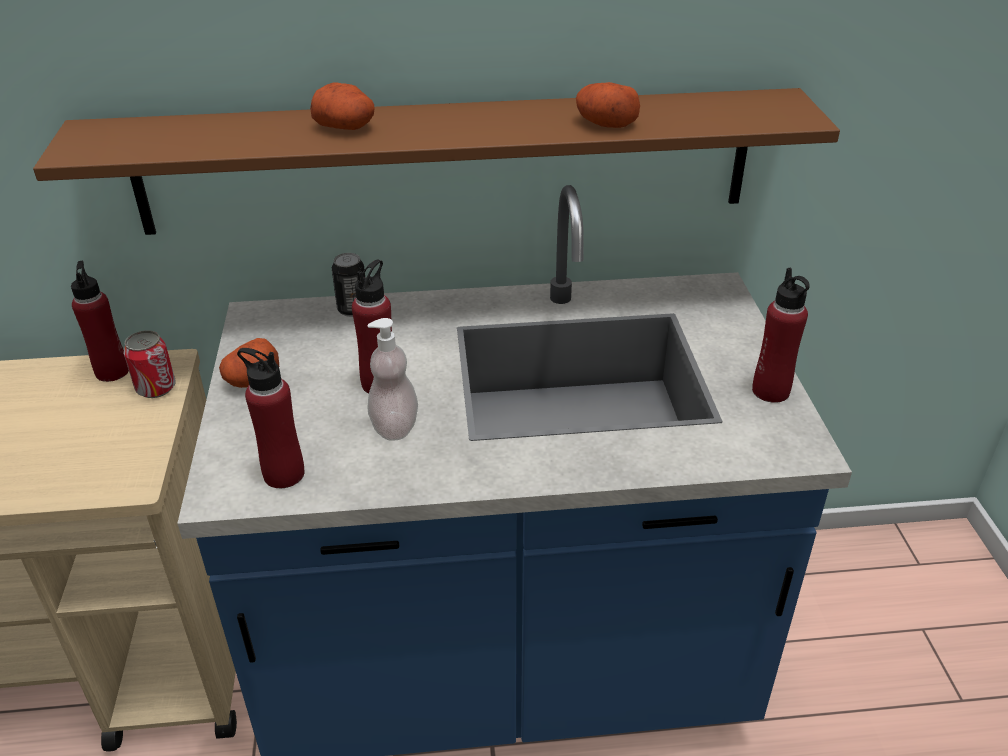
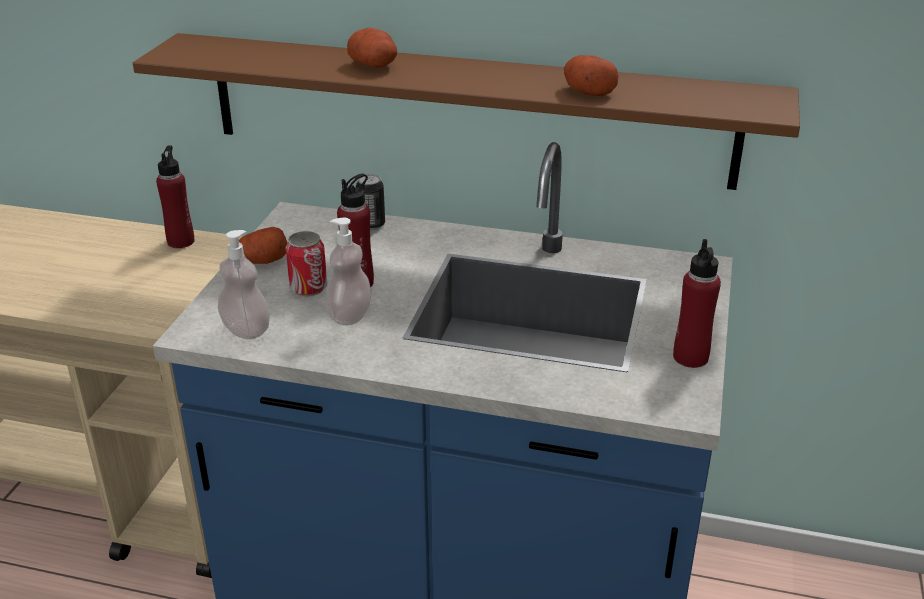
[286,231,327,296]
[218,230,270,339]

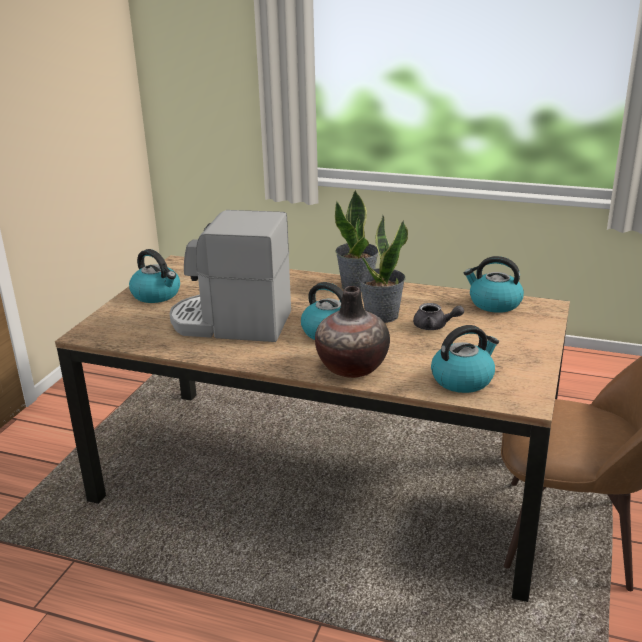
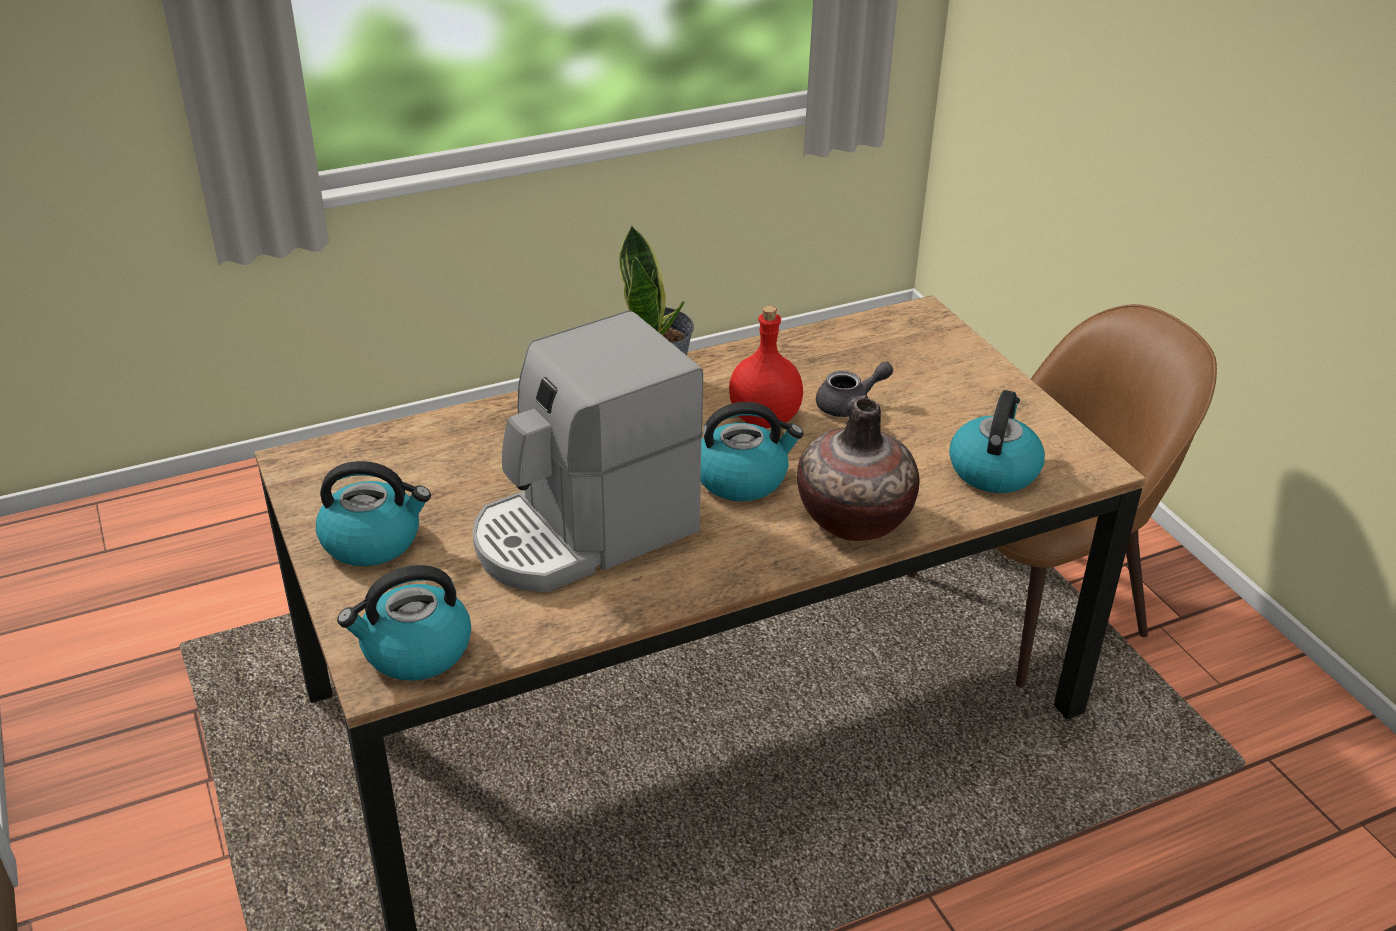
[729,306,803,428]
[337,565,471,681]

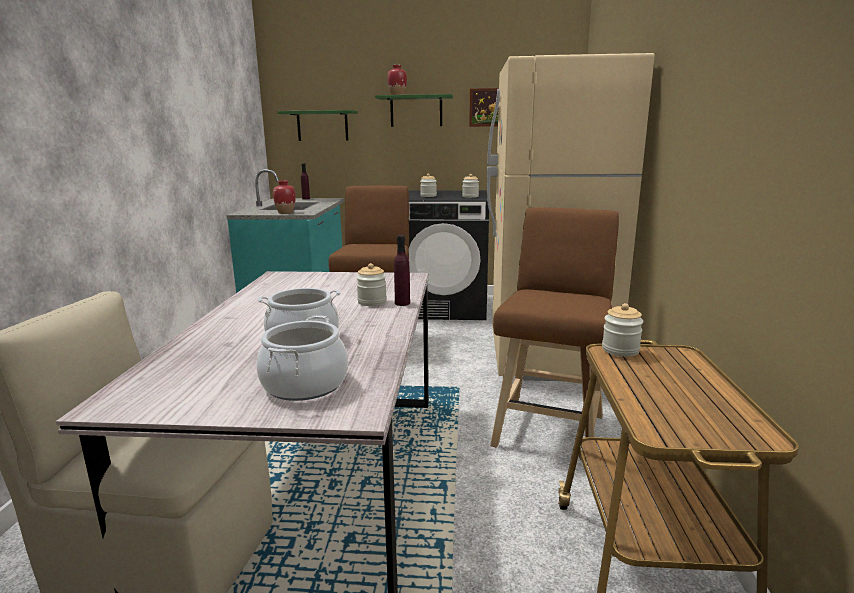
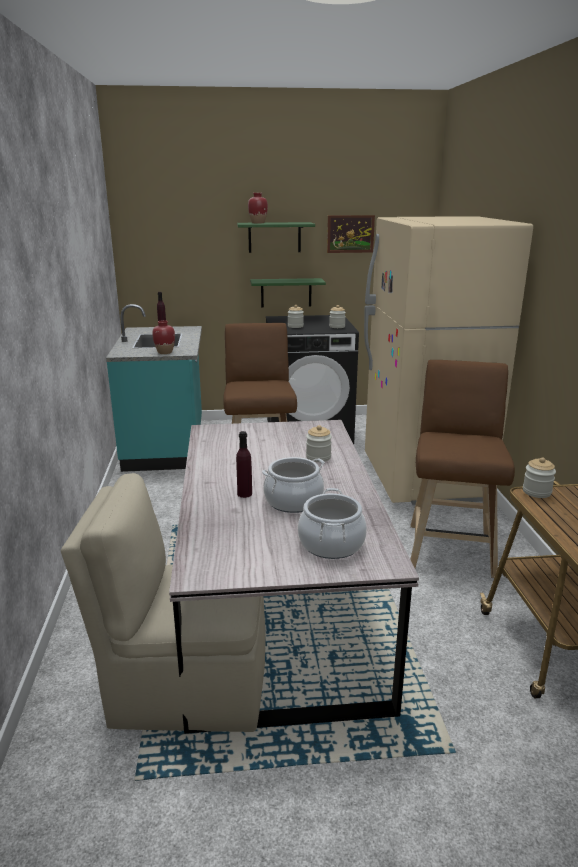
[250,278,326,307]
[236,431,252,498]

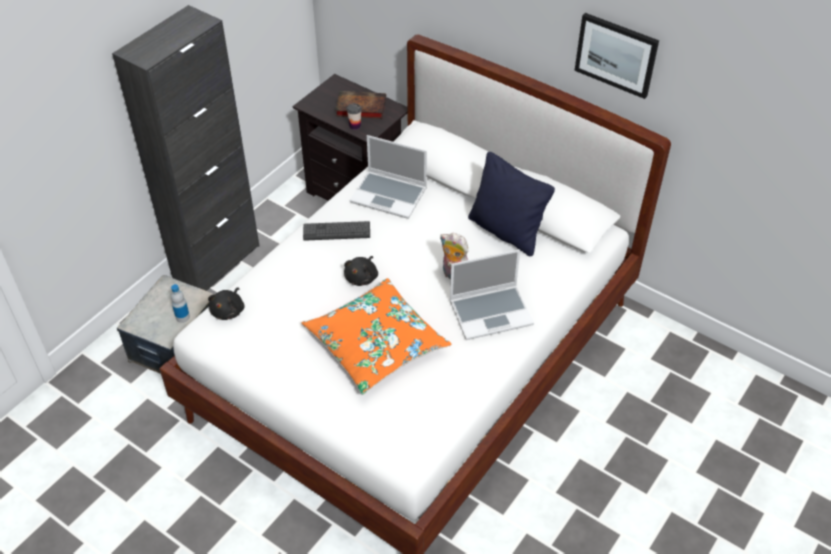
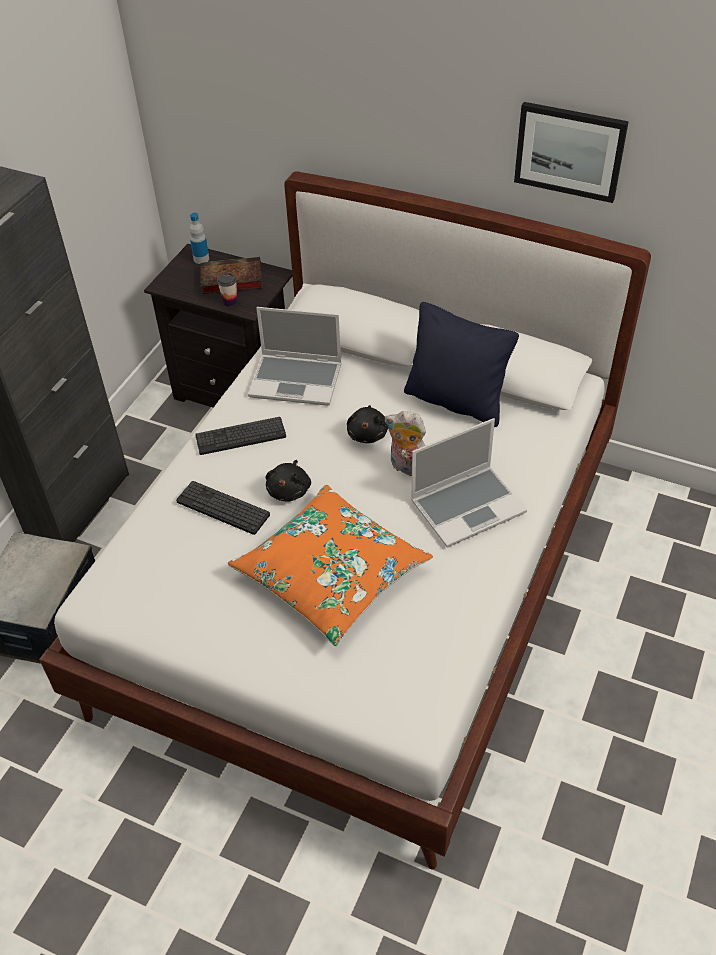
[189,213,209,264]
[347,405,388,443]
[176,481,270,535]

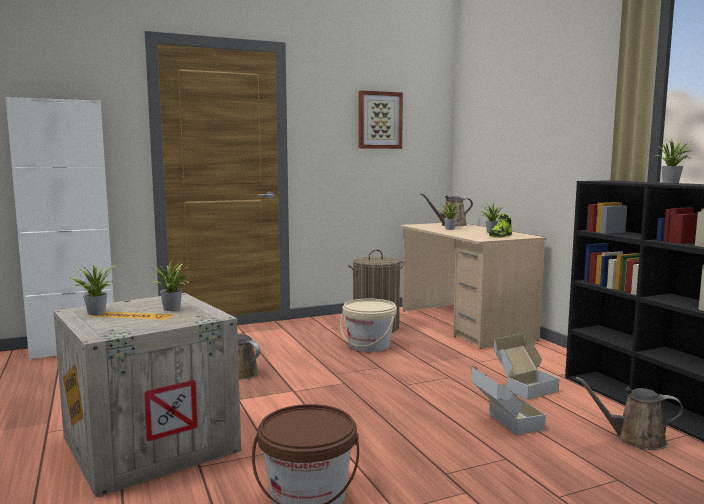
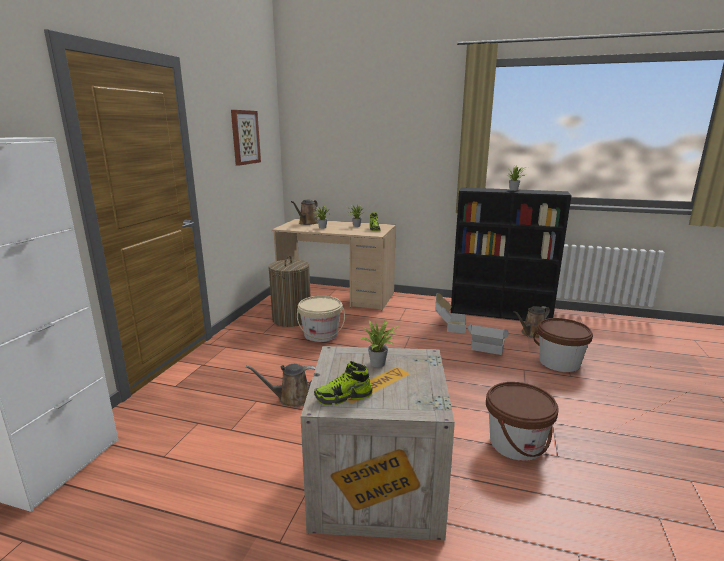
[314,361,373,406]
[533,318,593,372]

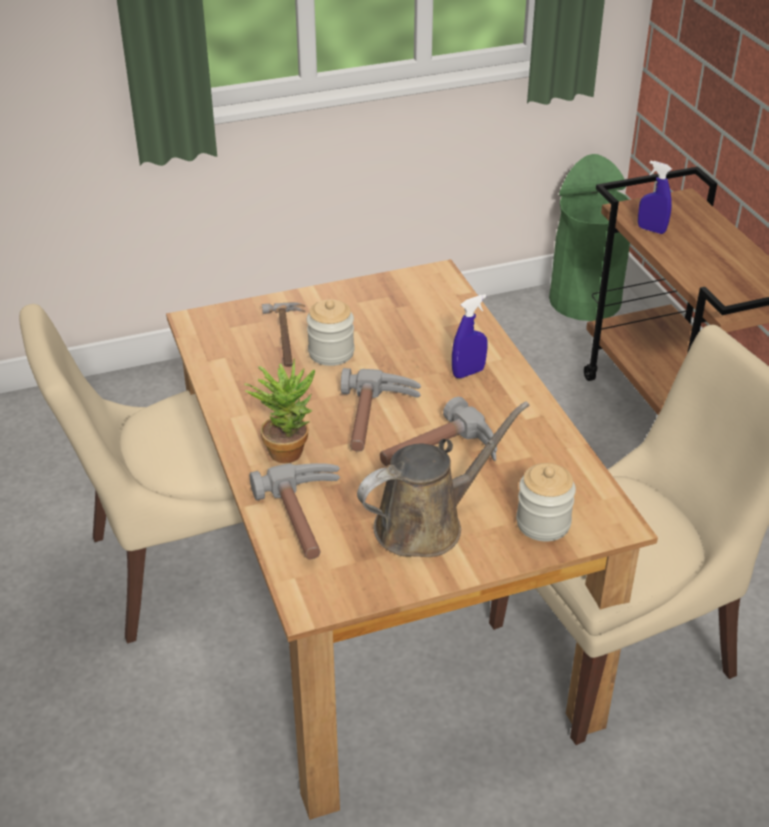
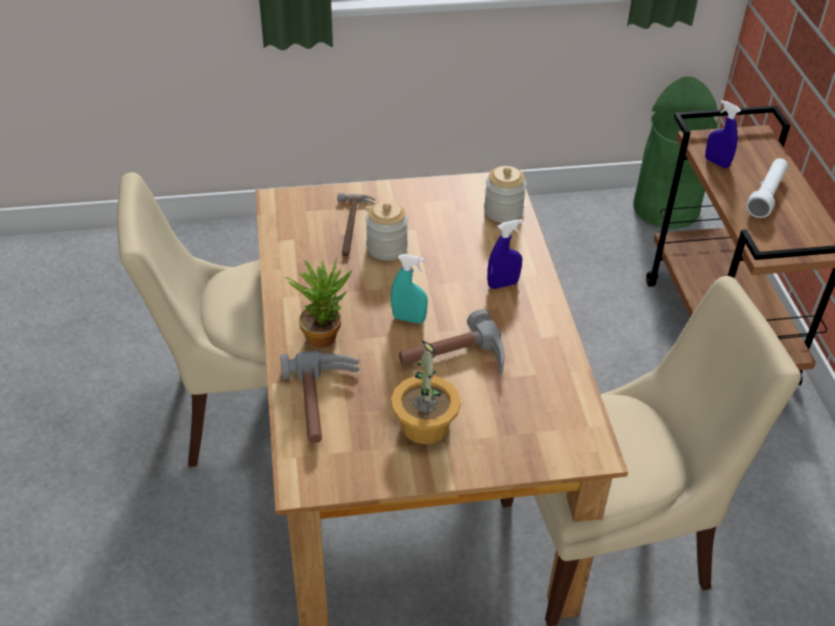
[391,254,428,323]
[391,340,461,444]
[484,166,526,223]
[746,158,788,218]

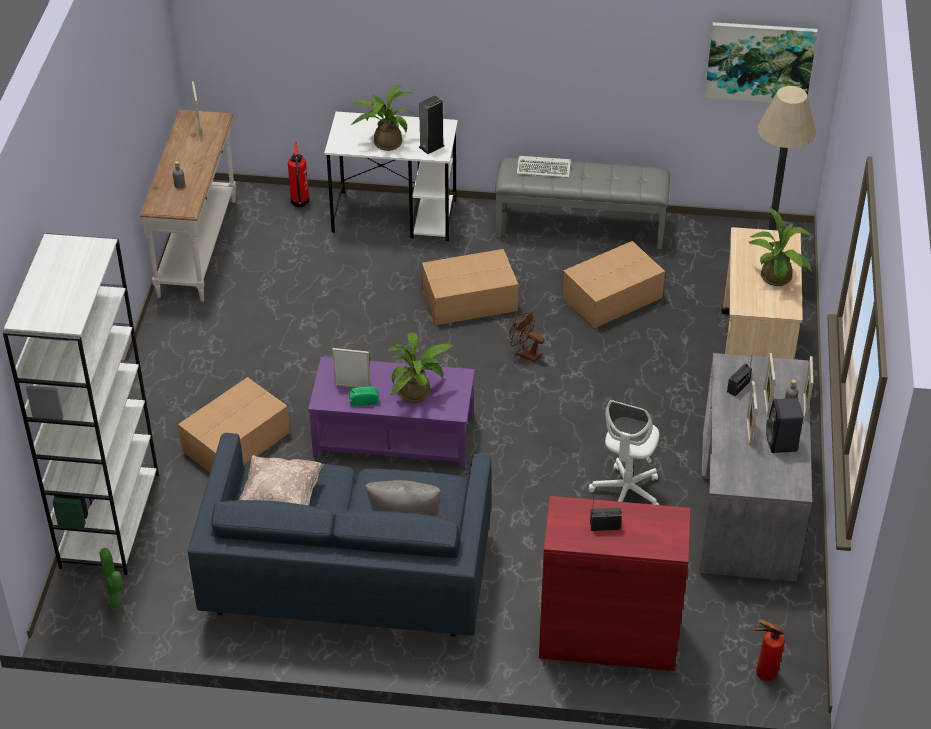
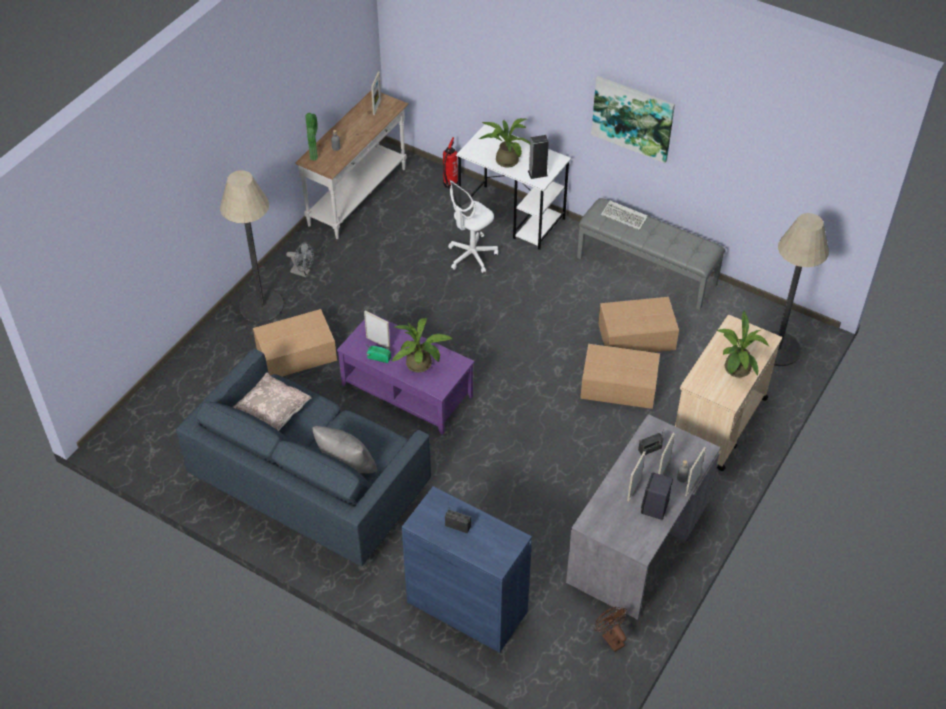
[3,233,159,575] (first image)
[306,113,318,161]
[580,344,660,409]
[595,607,627,652]
[402,486,532,653]
[448,180,498,273]
[591,76,675,163]
[755,619,785,681] (first image)
[220,170,284,323]
[286,242,314,277]

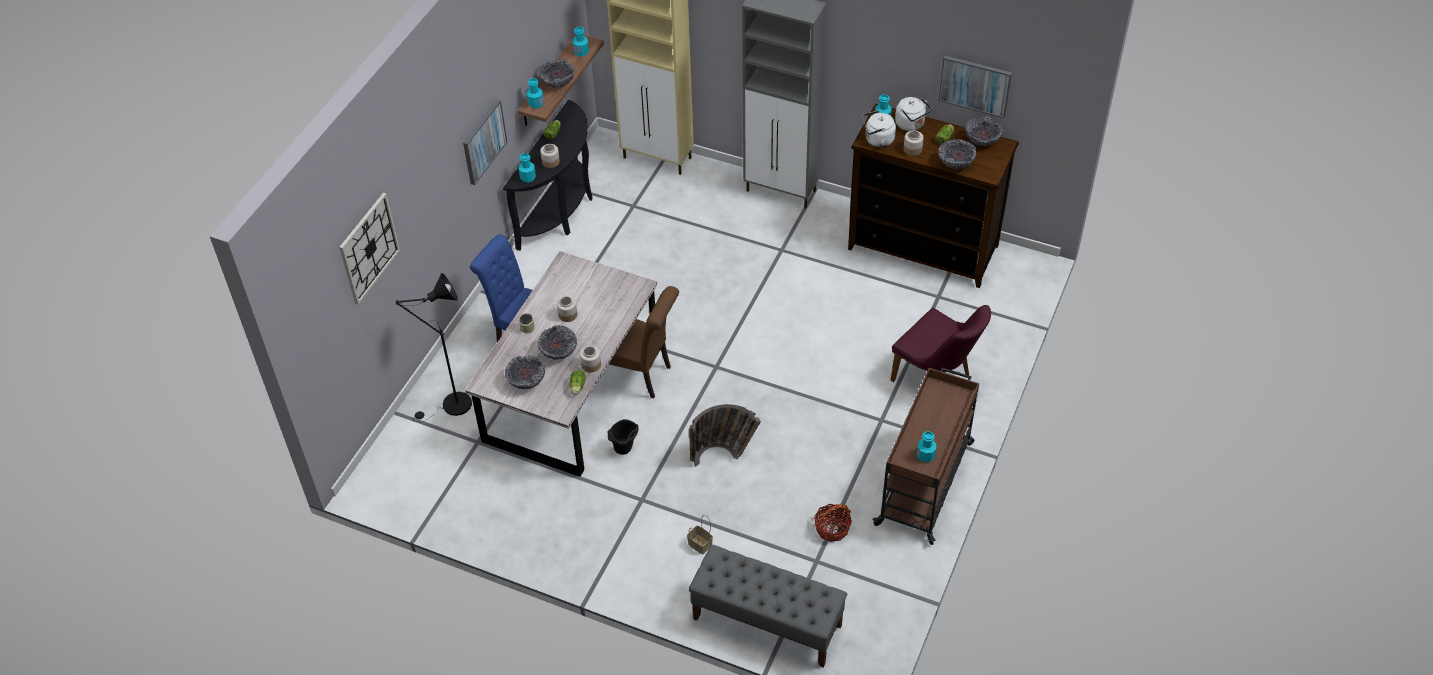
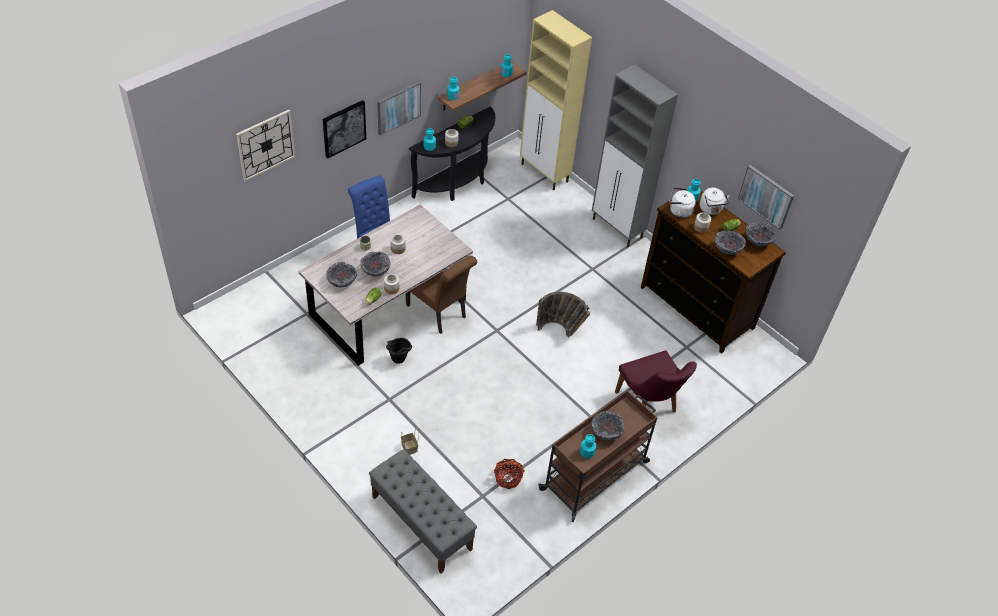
[395,273,472,422] (first image)
[591,411,625,440]
[536,292,590,337]
[323,100,366,158]

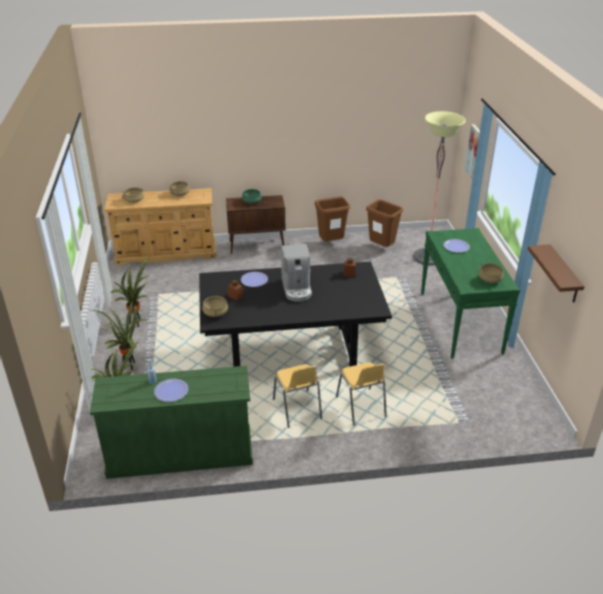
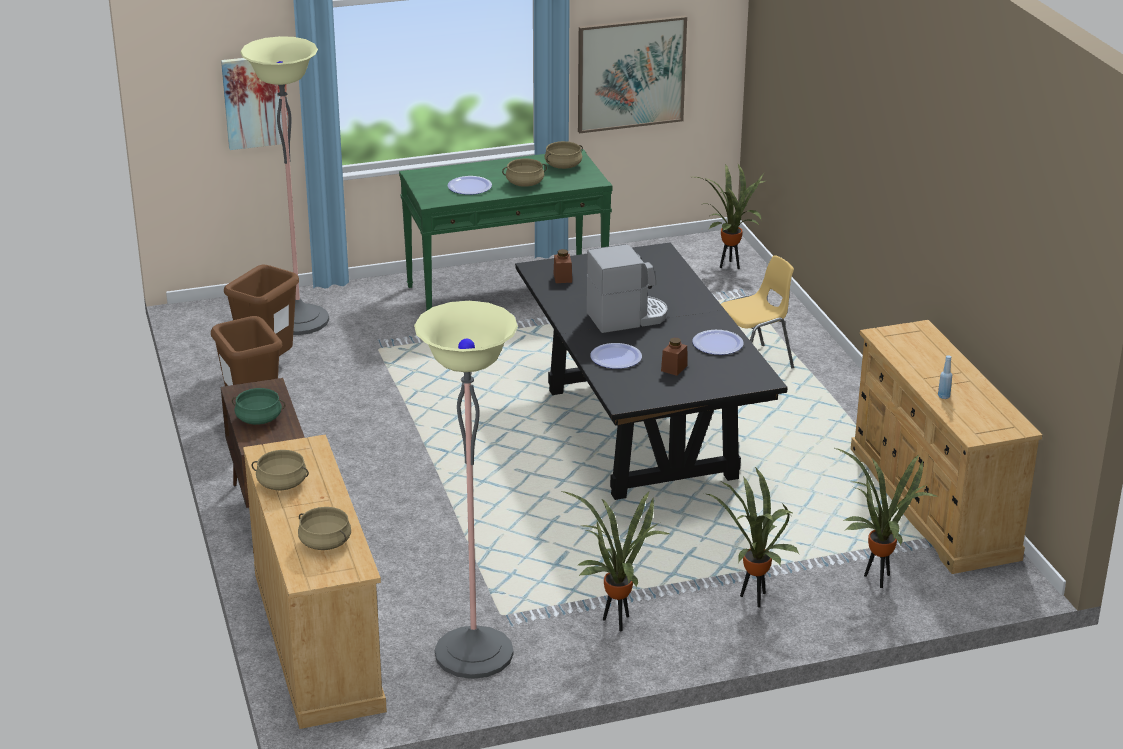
[851,320,1042,574]
[693,330,743,355]
[502,158,547,187]
[273,364,322,428] (first image)
[578,15,687,134]
[414,301,518,679]
[696,164,765,269]

